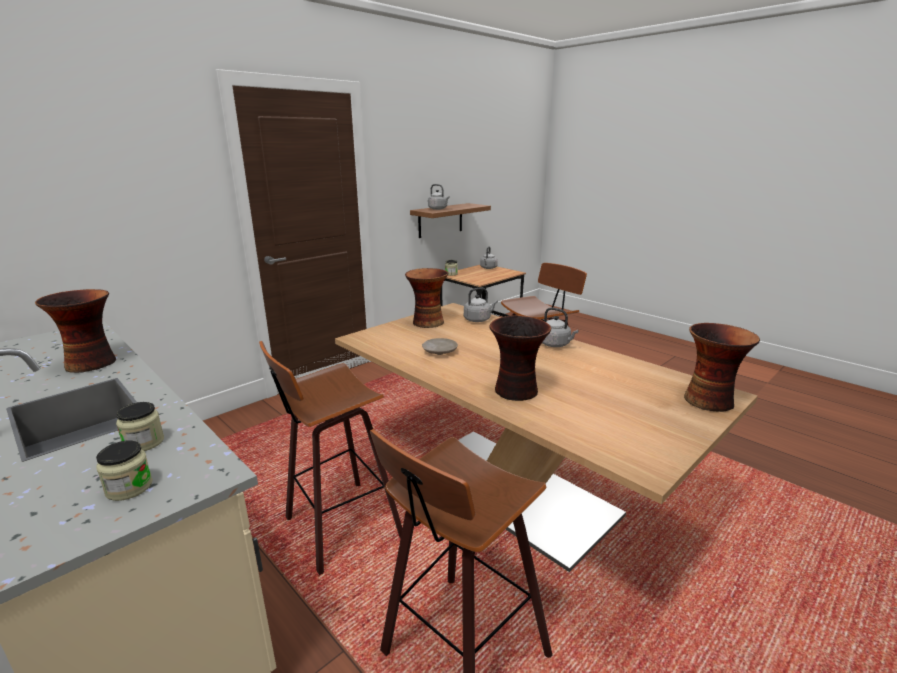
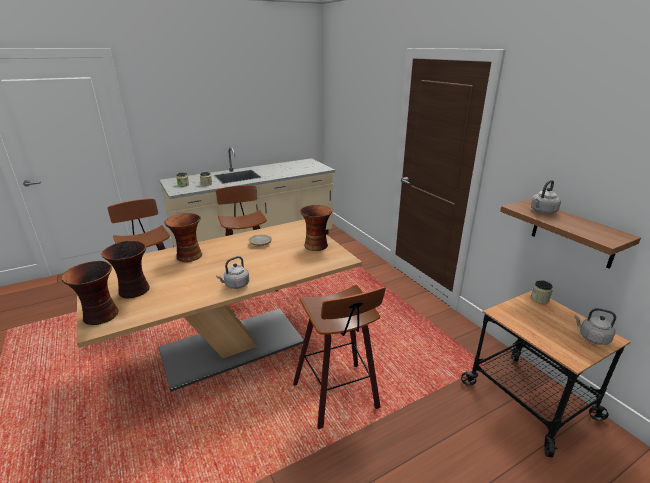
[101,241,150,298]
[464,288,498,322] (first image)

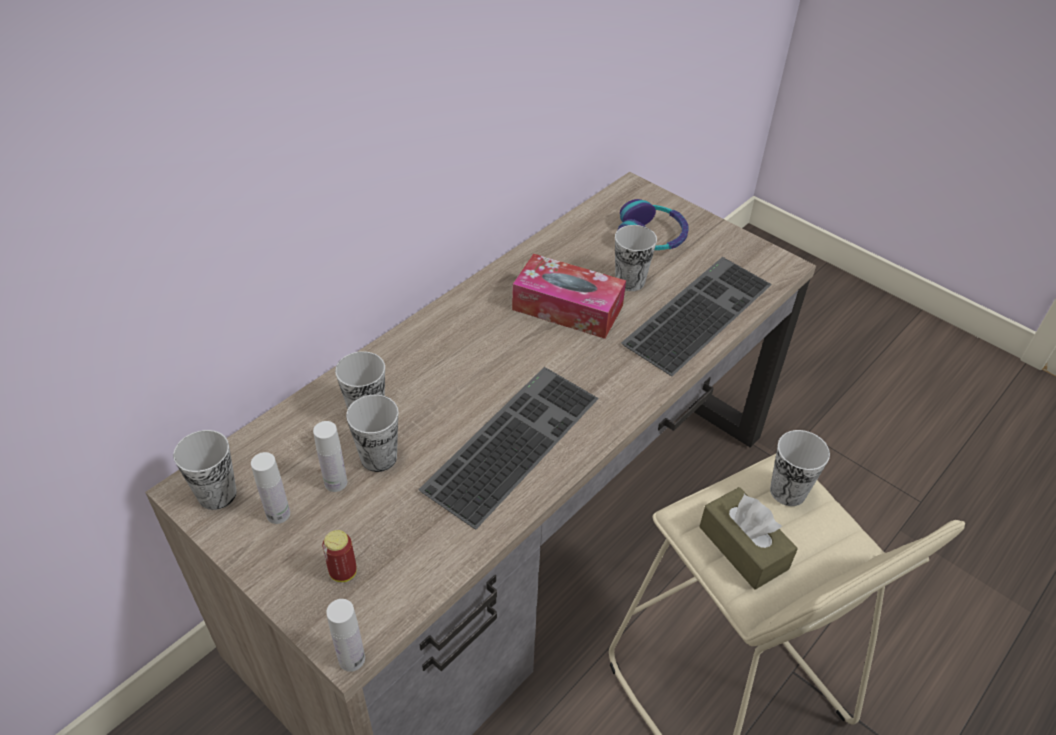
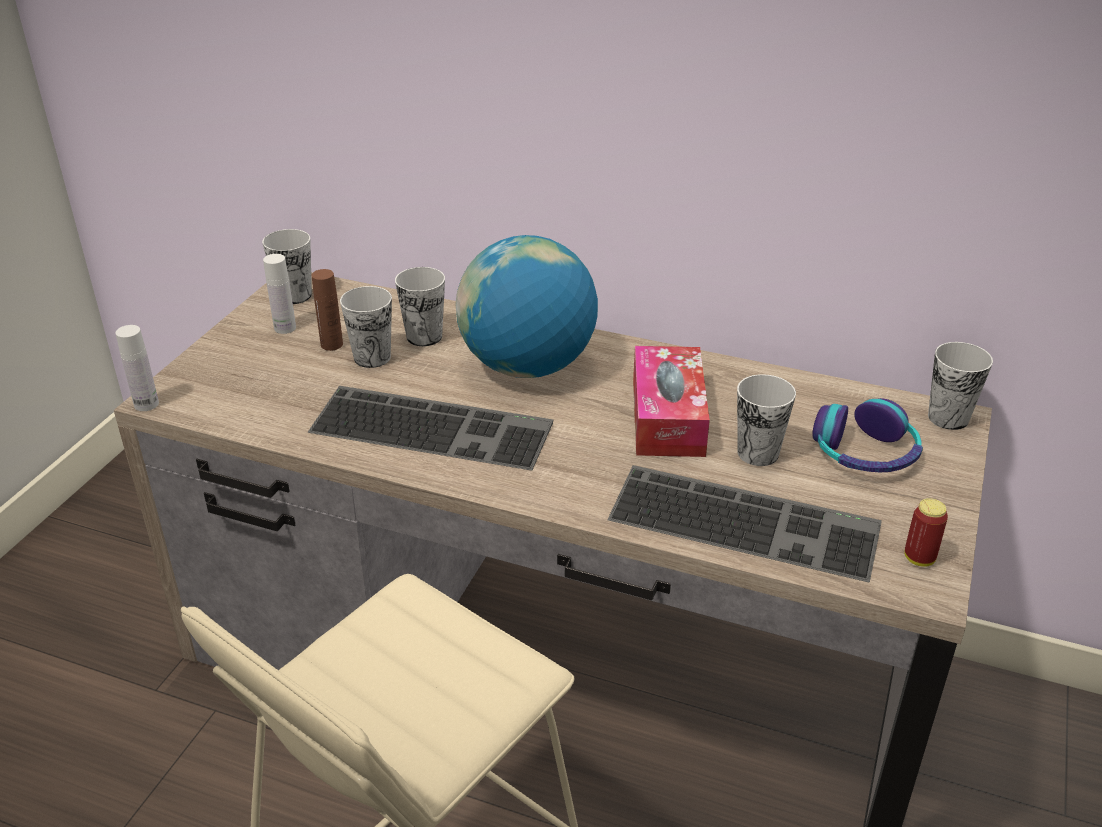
[312,269,343,351]
[904,498,948,567]
[699,487,798,590] (first image)
[928,342,993,430]
[455,235,598,378]

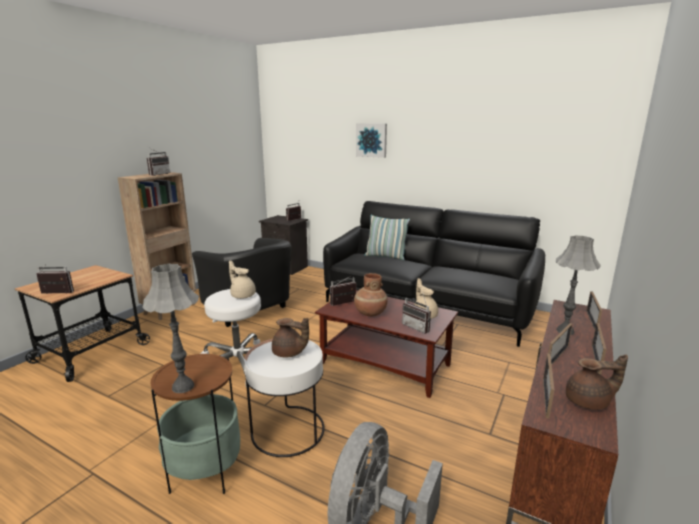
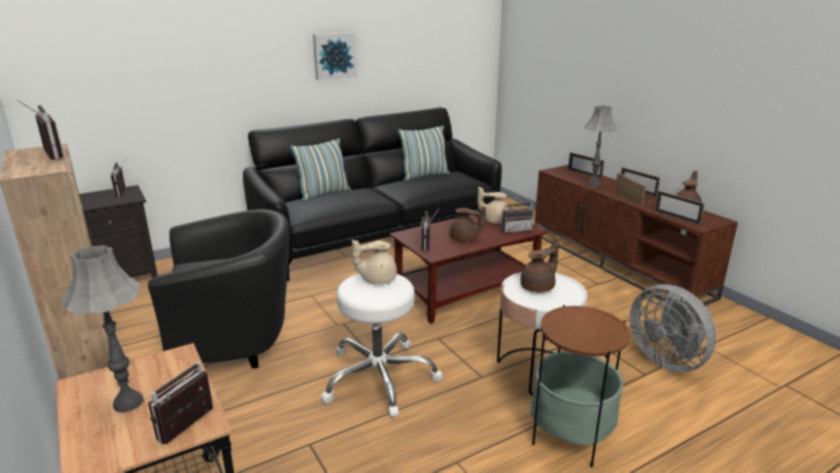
[61,245,143,412]
[450,206,486,242]
[313,32,357,80]
[398,125,450,181]

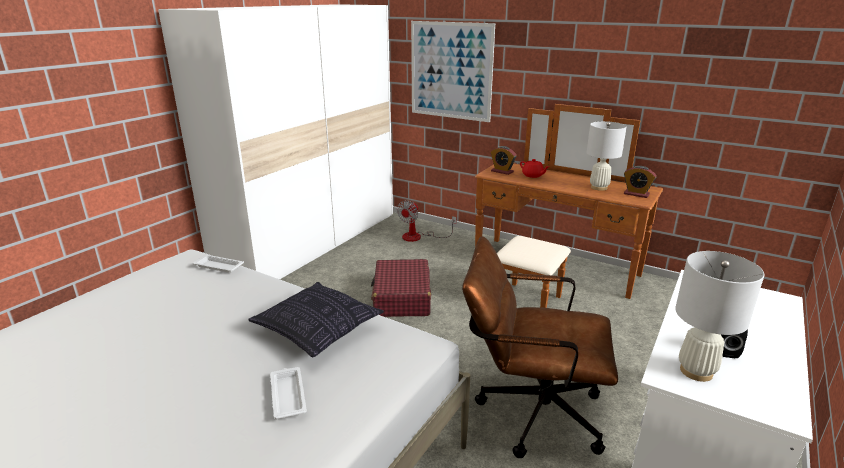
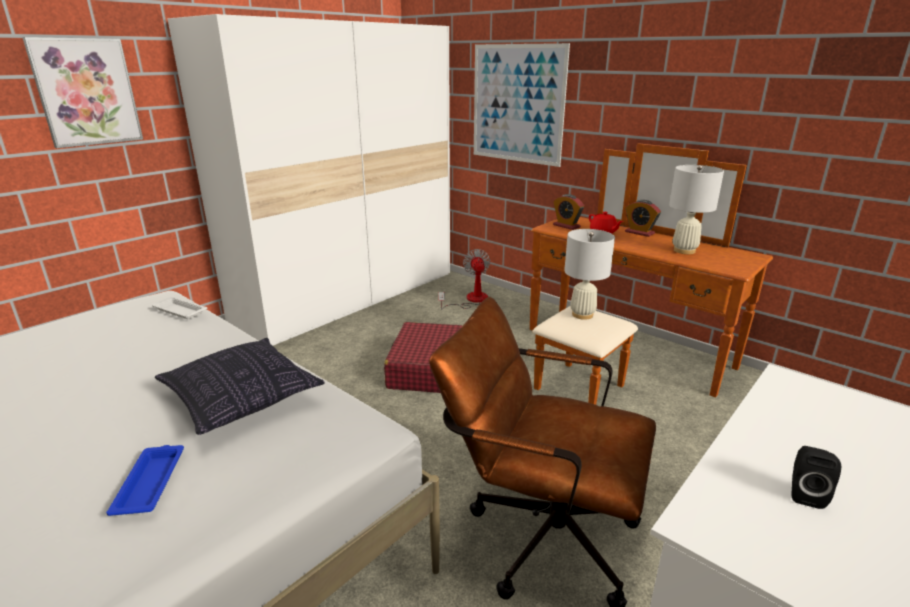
[106,445,184,516]
[439,249,490,310]
[625,200,661,237]
[564,229,615,320]
[22,37,143,148]

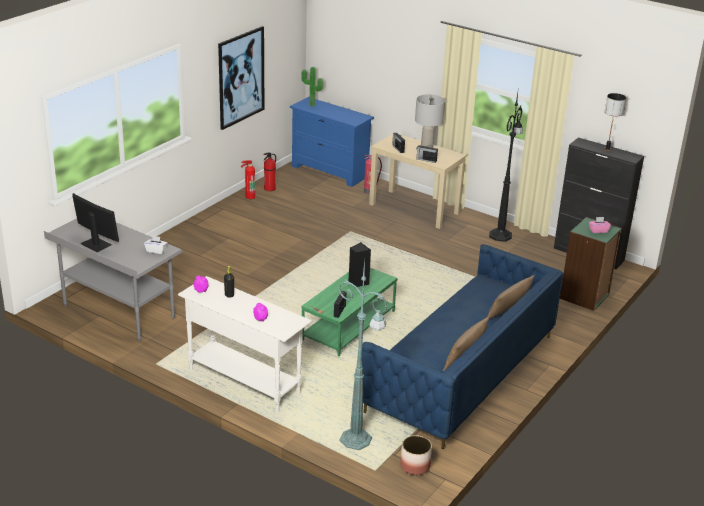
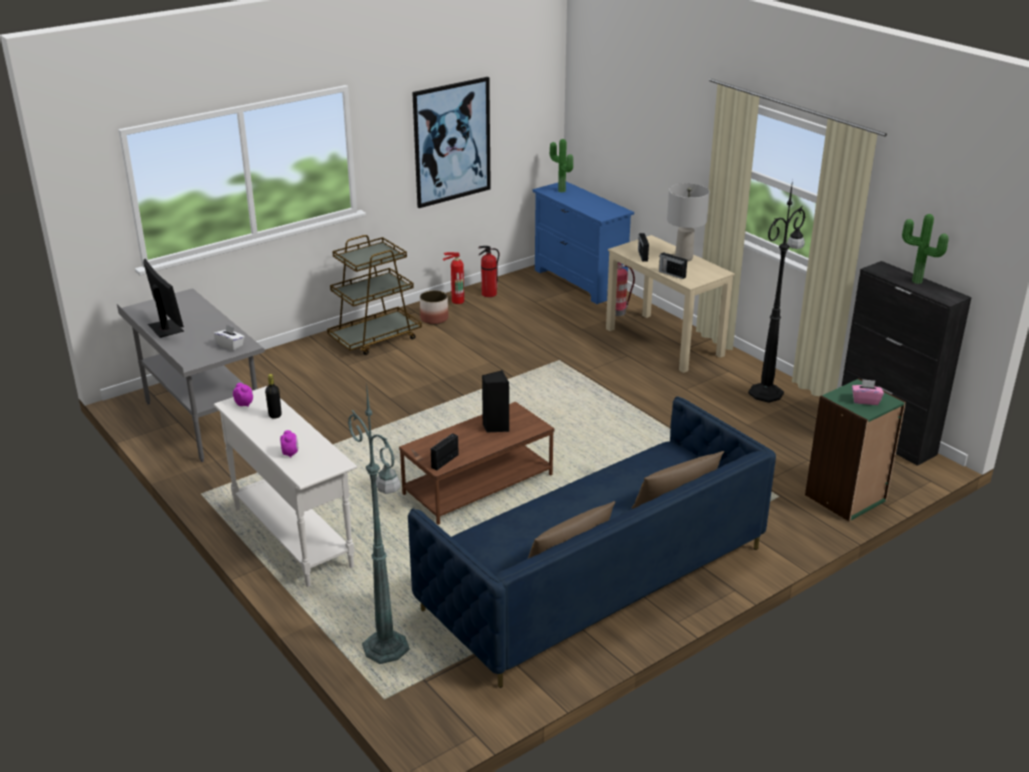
[399,402,555,525]
[420,290,448,325]
[902,214,949,284]
[327,235,422,355]

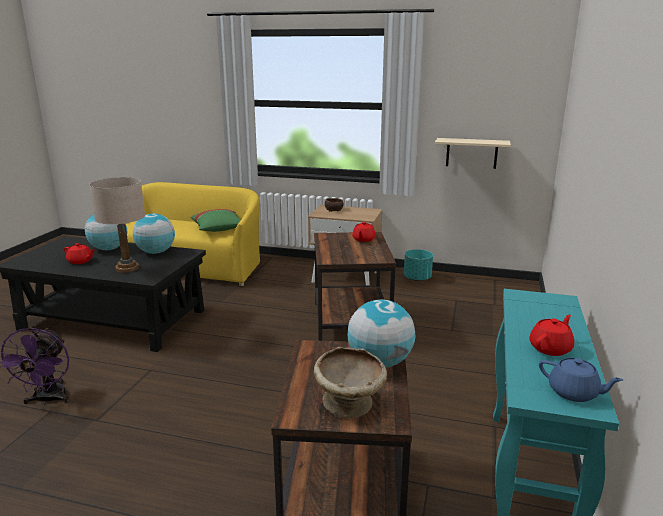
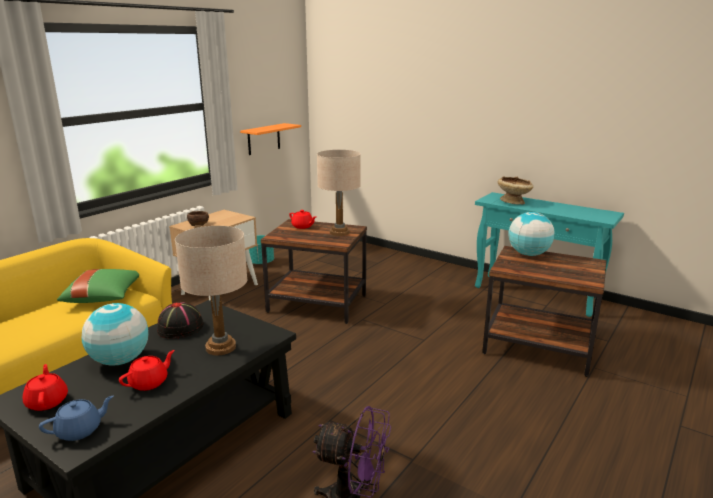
[157,302,204,339]
[498,176,533,204]
[240,123,301,155]
[23,364,68,411]
[39,396,113,441]
[317,150,361,236]

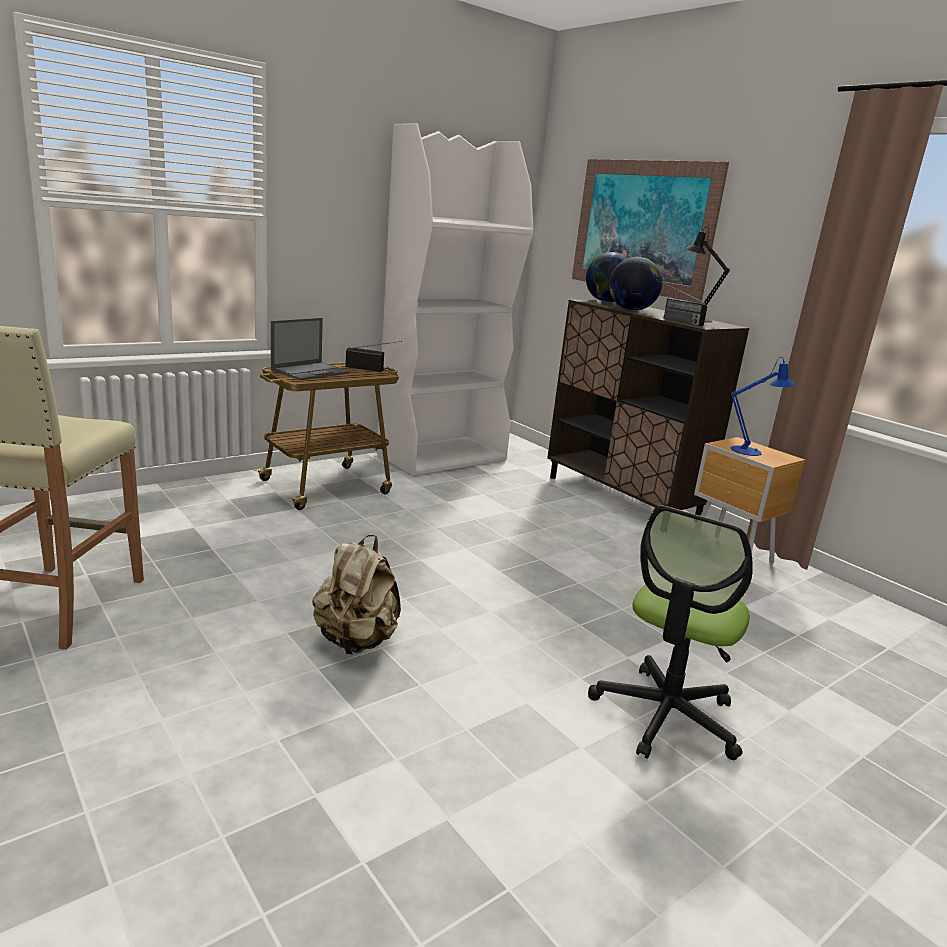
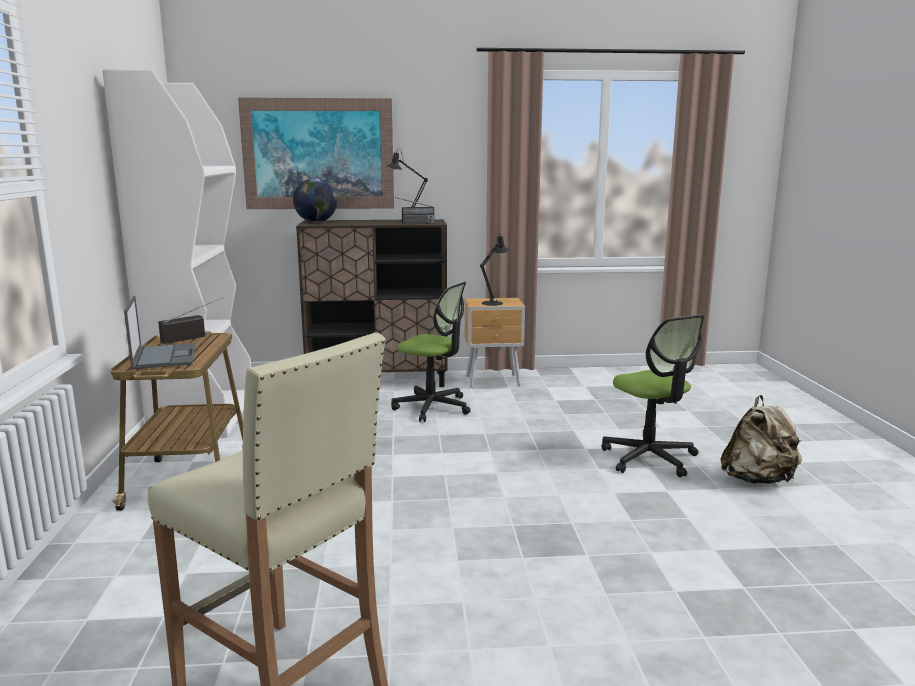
[720,395,802,484]
[609,257,662,311] (first image)
[480,232,510,306]
[391,282,471,422]

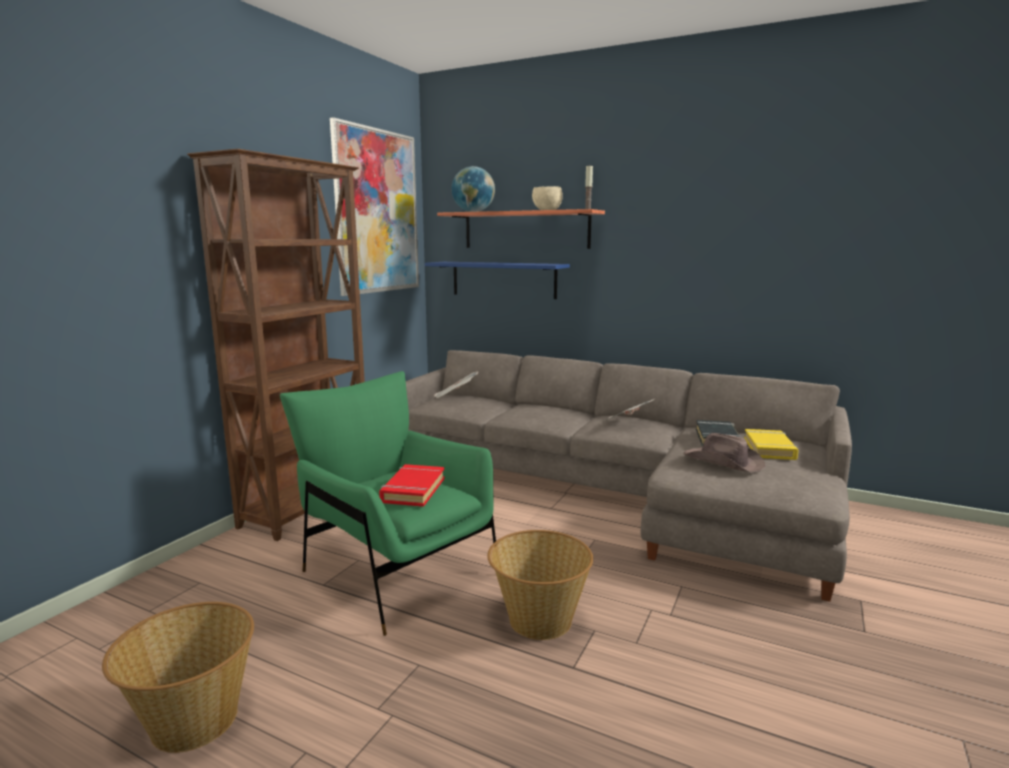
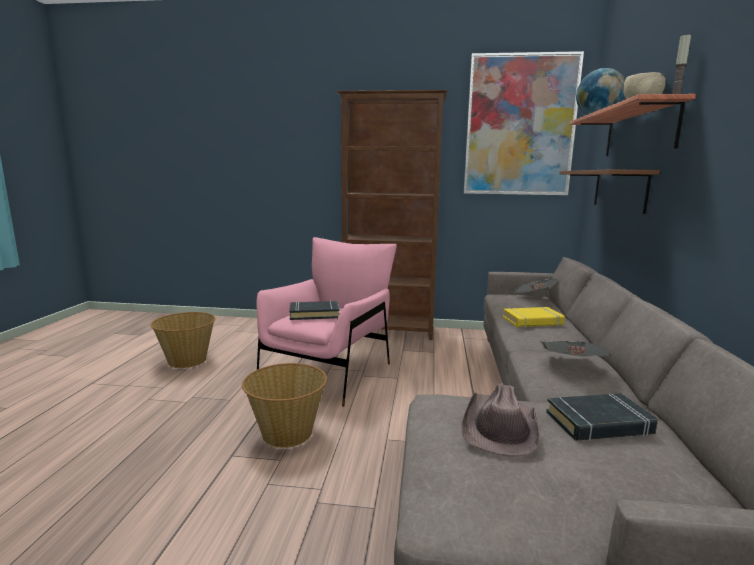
[257,237,397,407]
[289,301,340,320]
[560,169,660,214]
[503,307,565,327]

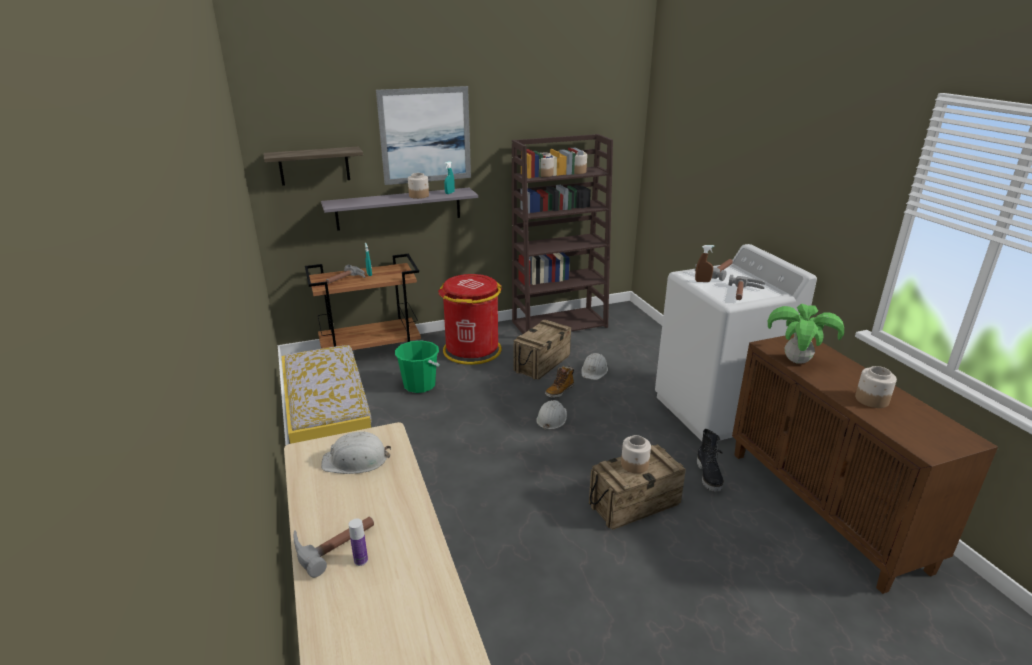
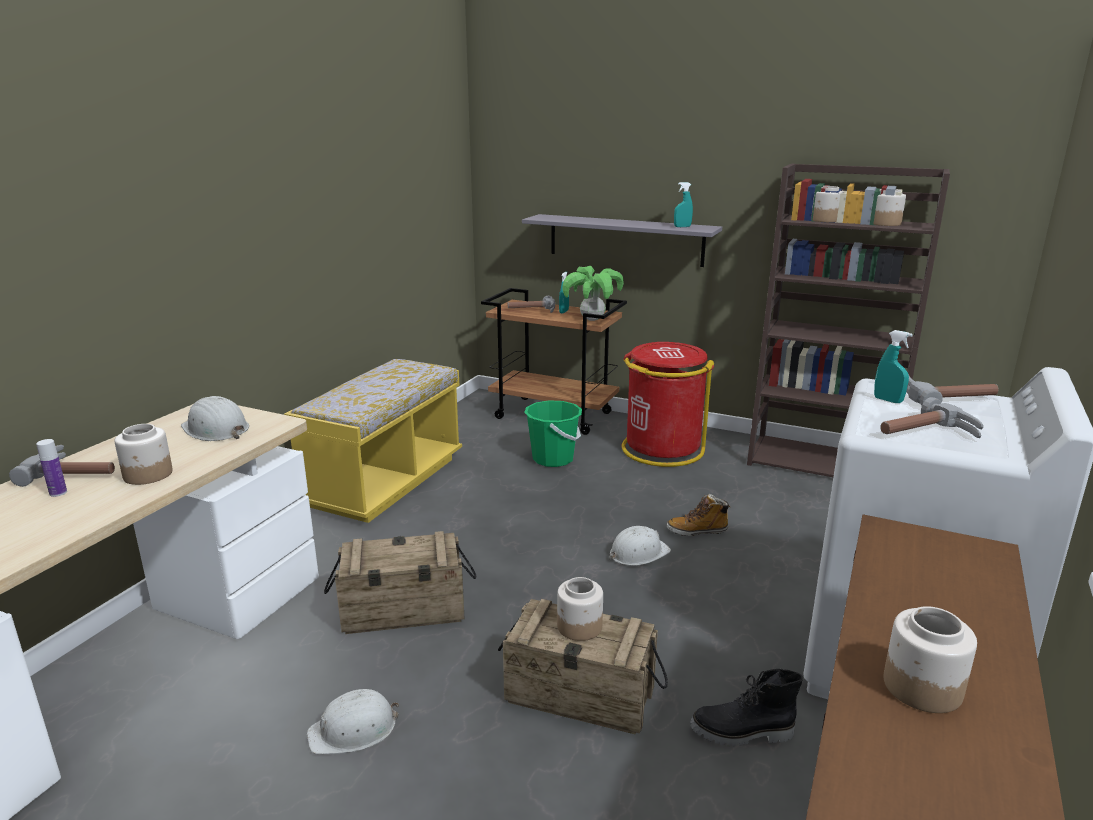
[263,146,363,186] (first image)
[376,86,471,185] (first image)
[114,424,173,485]
[324,531,476,634]
[307,689,399,755]
[874,330,913,403]
[690,669,803,747]
[562,266,624,321]

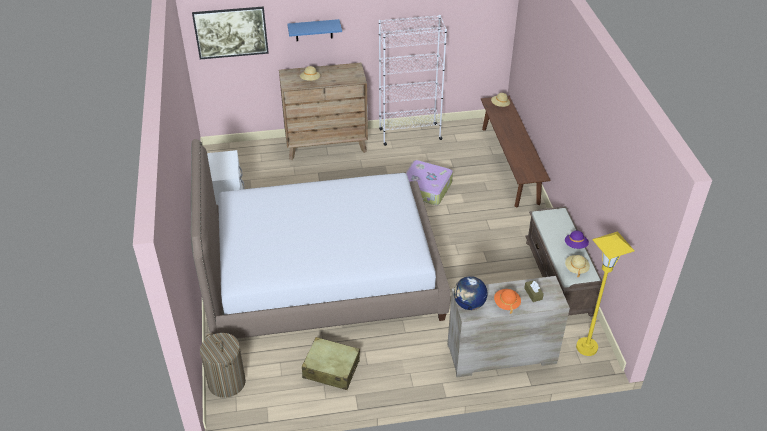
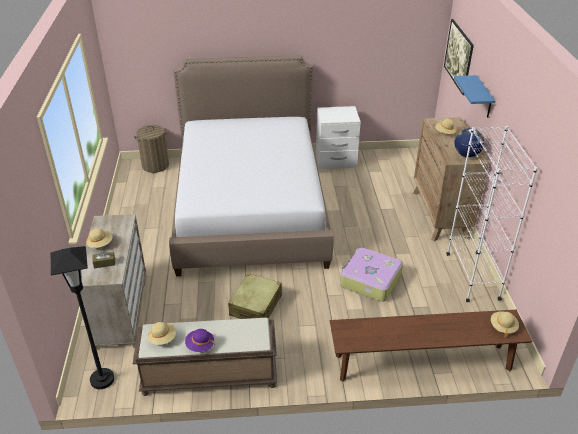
[228,273,282,319]
[454,128,484,157]
[86,228,113,248]
[51,246,114,389]

